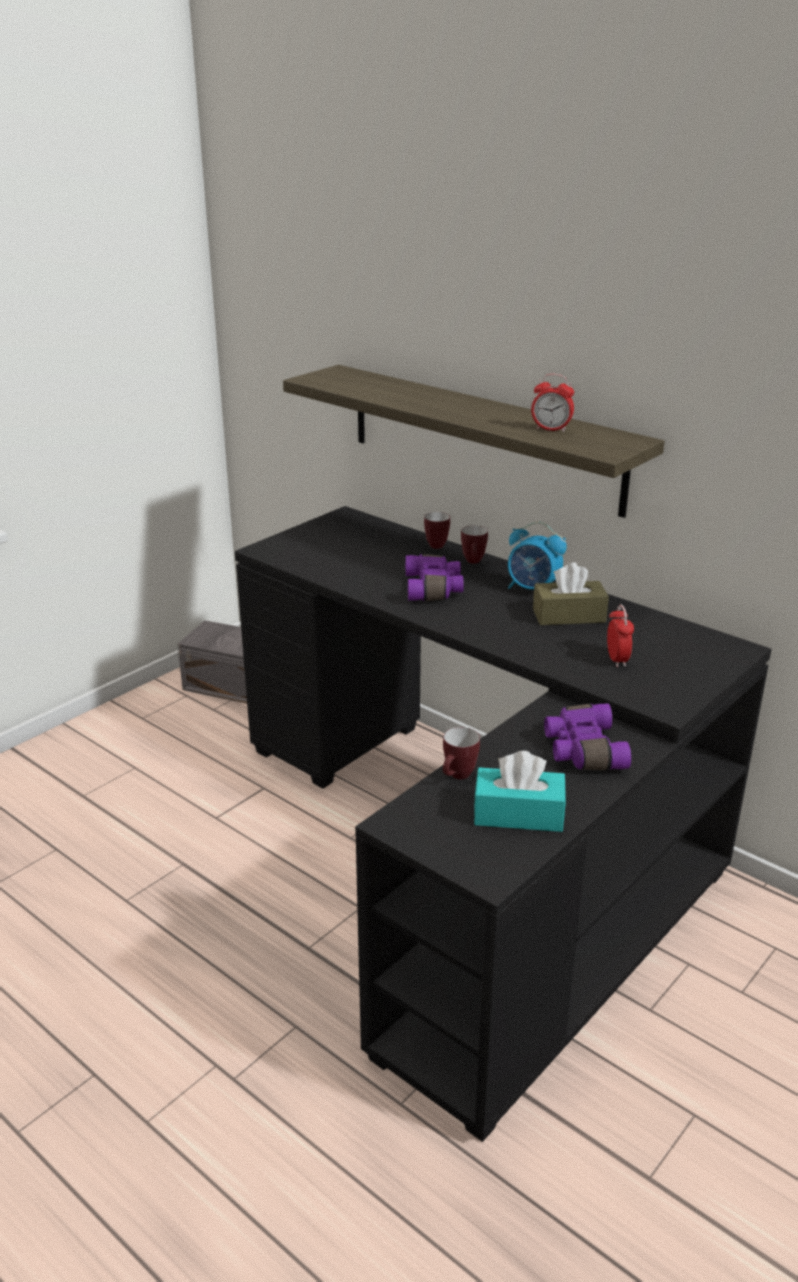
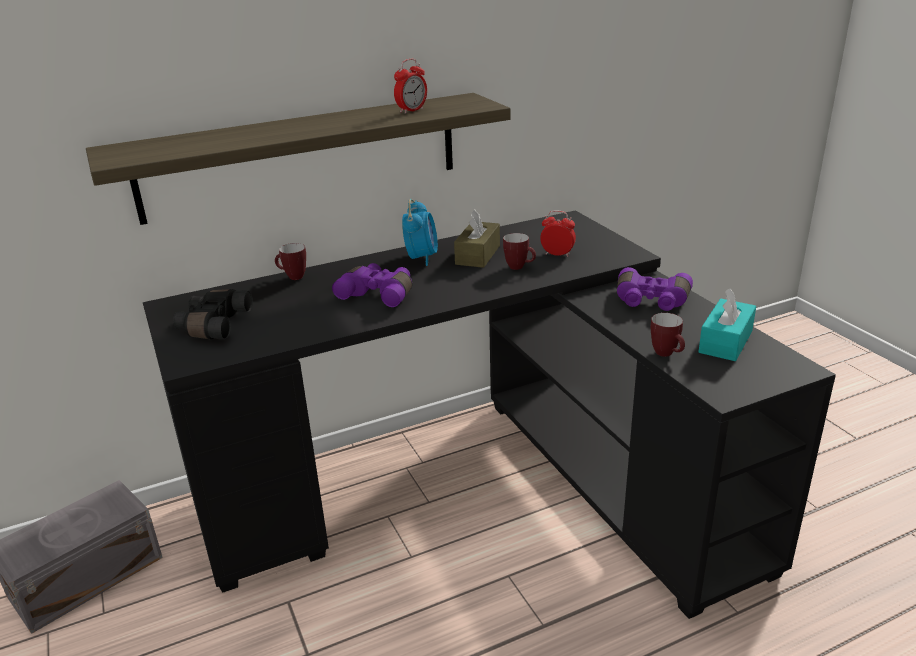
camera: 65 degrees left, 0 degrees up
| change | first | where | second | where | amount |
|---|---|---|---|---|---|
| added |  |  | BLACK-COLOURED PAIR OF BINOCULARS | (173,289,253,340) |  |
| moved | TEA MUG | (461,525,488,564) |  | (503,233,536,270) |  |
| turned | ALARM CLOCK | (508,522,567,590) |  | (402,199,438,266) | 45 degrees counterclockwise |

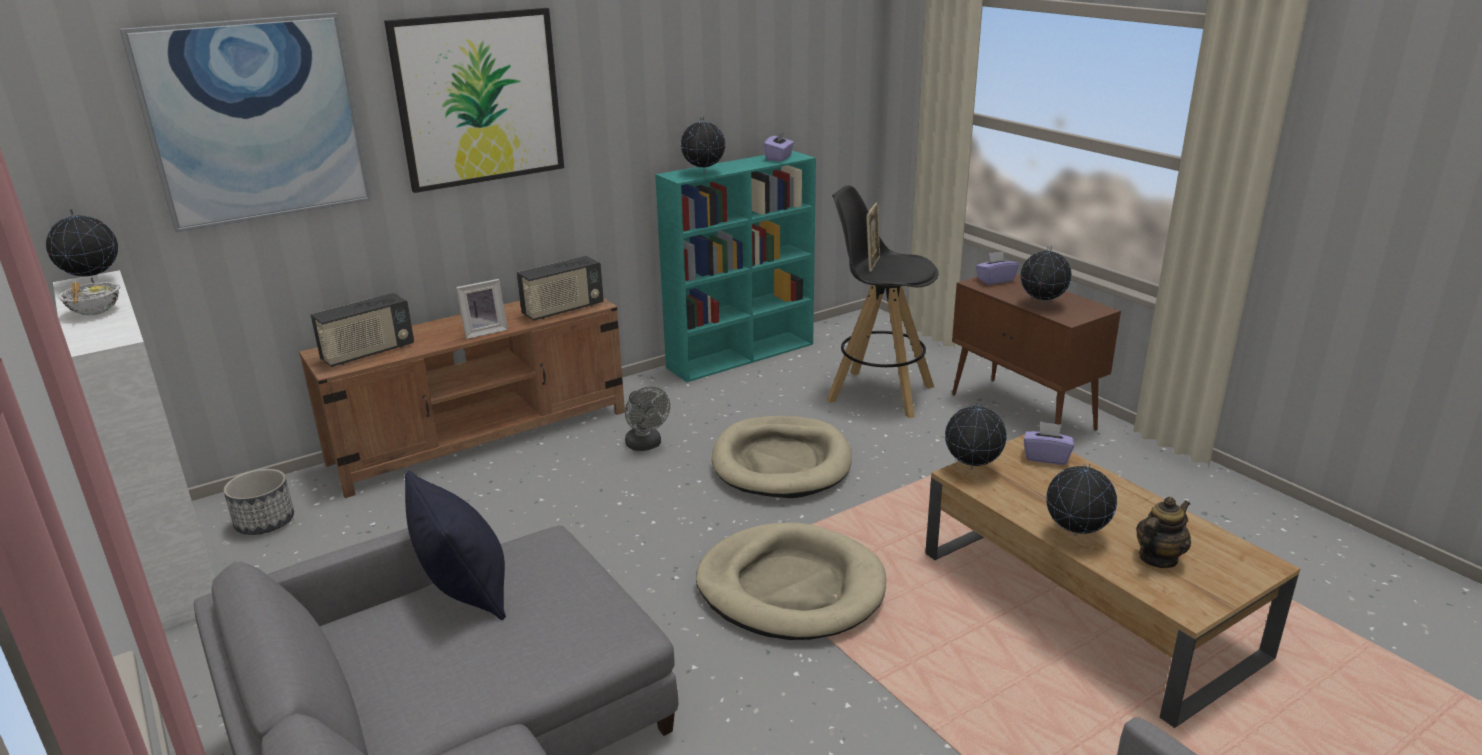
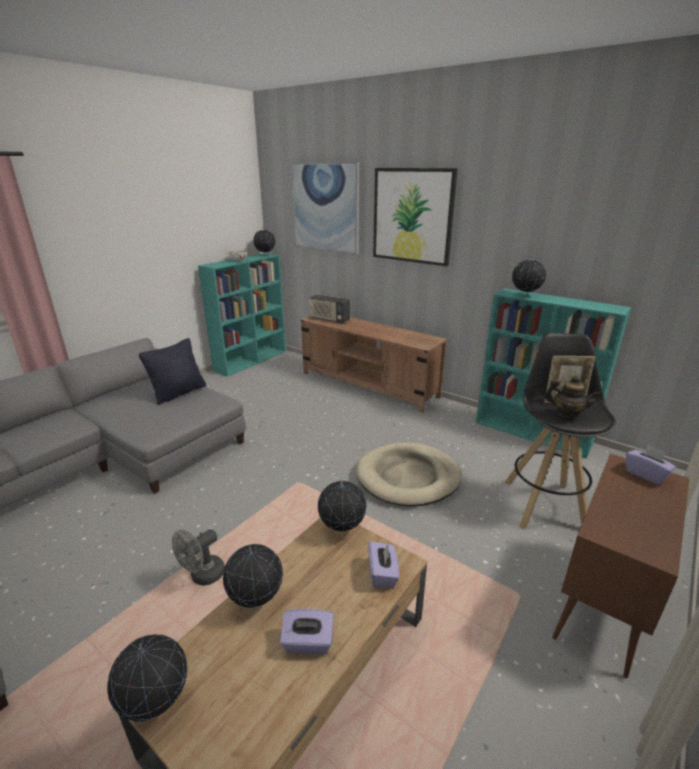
camera: 70 degrees right, 0 degrees up
| change | first | where | second | where | amount |
|---|---|---|---|---|---|
| removed | PLANT POT | (223,469,294,535) |  |  |  |
| removed | STANDING FRAME | (456,279,508,339) |  |  |  |
| removed | RADIO | (517,256,604,321) |  |  |  |
| removed | BEIGE PET BED | (696,523,886,640) |  |  |  |
| moved | GREY FAN | (625,386,670,451) |  | (172,529,225,586) |  |
| moved | PURPLISH BOX OF TISSUES | (764,130,794,161) |  | (280,609,334,654) |  |
| moved | DESK GLOBE | (1020,246,1072,305) |  | (107,634,187,721) |  |
| moved | TEA POT | (1136,497,1191,568) |  | (544,376,600,420) |  |
| recoloured | WHITISH BOOKCASE | (53,270,215,629) | TURQUOISE-COLOURED BOOKCASE | (198,253,286,377) |  |

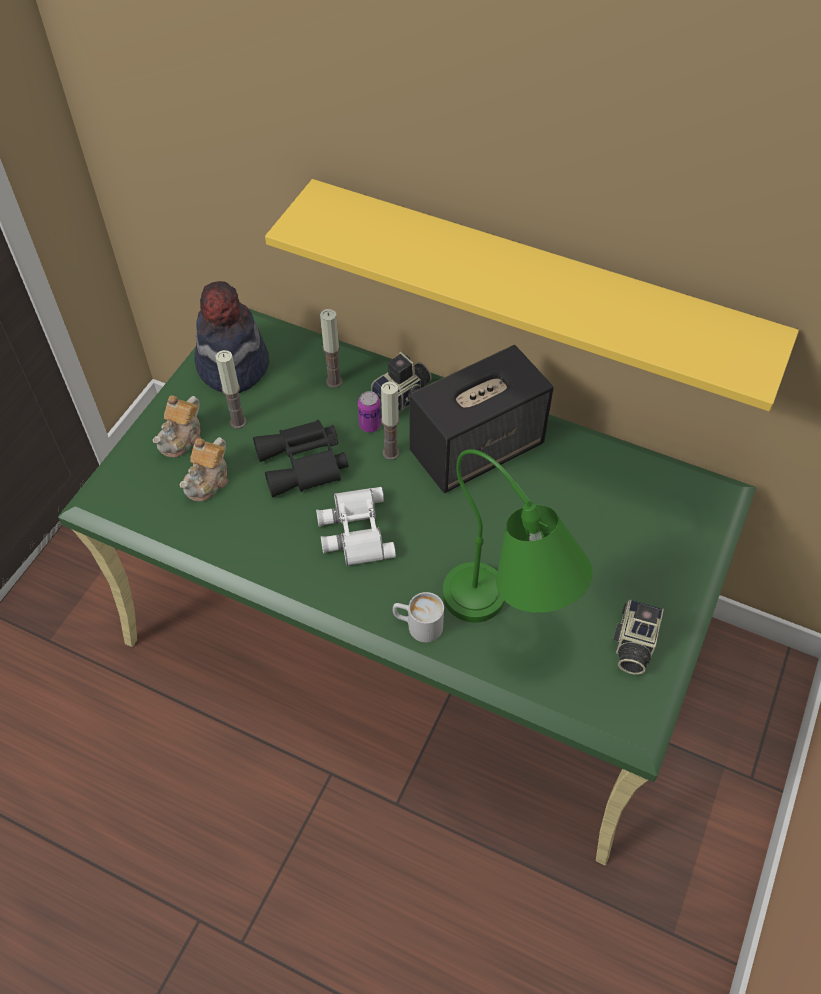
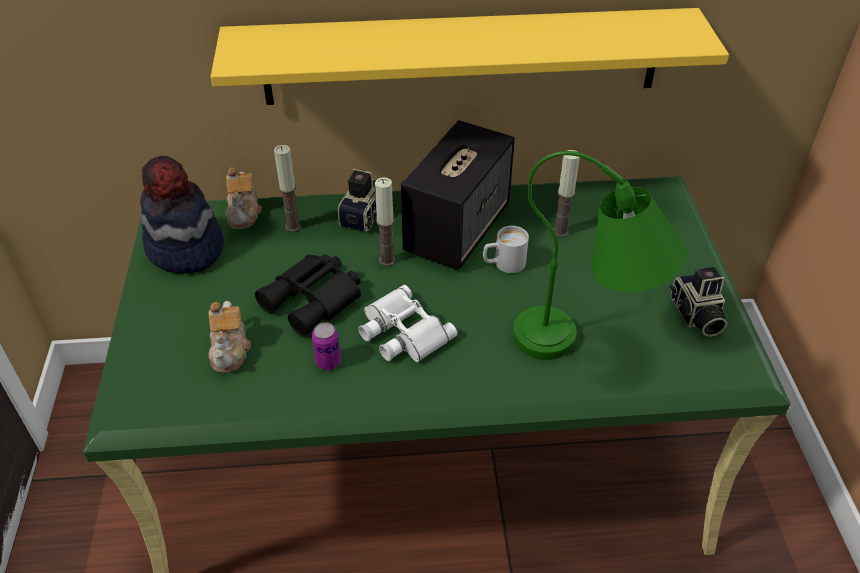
camera: 30 degrees left, 10 degrees down
| change | first | where | second | where | amount |
|---|---|---|---|---|---|
| moved | TEA POT | (153,395,201,458) |  | (226,167,262,229) |  |
| moved | WAX CANDLE | (216,350,247,429) |  | (553,150,580,237) |  |
| moved | METAL CAN | (358,391,381,432) |  | (312,322,341,370) |  |
| moved | WHITISH TEA MUG | (393,592,444,642) |  | (483,226,529,273) |  |

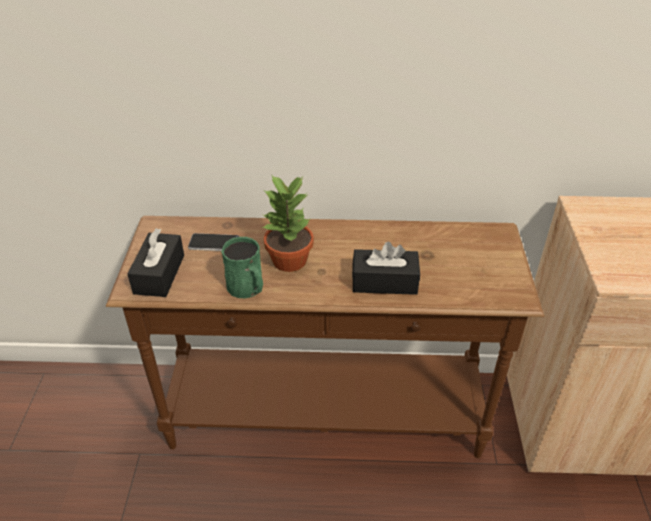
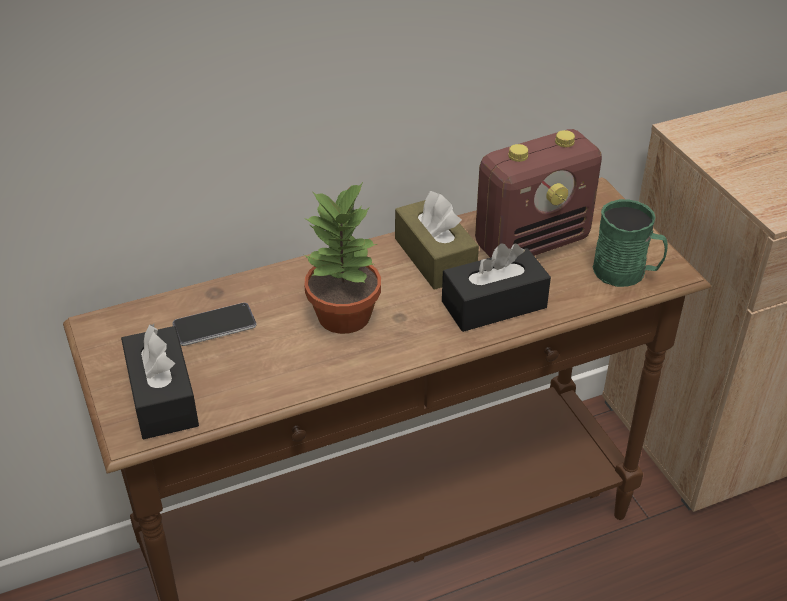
camera: 25 degrees left, 0 degrees up
| change | first | where | second | where | amount |
|---|---|---|---|---|---|
| added |  |  | BROWN-COLOURED BOX OF TISSUES | (395,191,479,290) |  |
| added |  |  | RADIO | (475,129,602,258) |  |
| moved | GREEN-COLOURED TEA MUG | (221,237,263,298) |  | (593,199,668,287) |  |

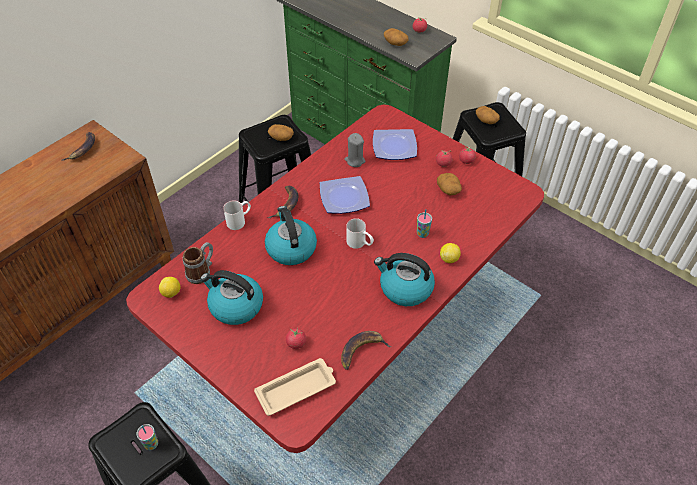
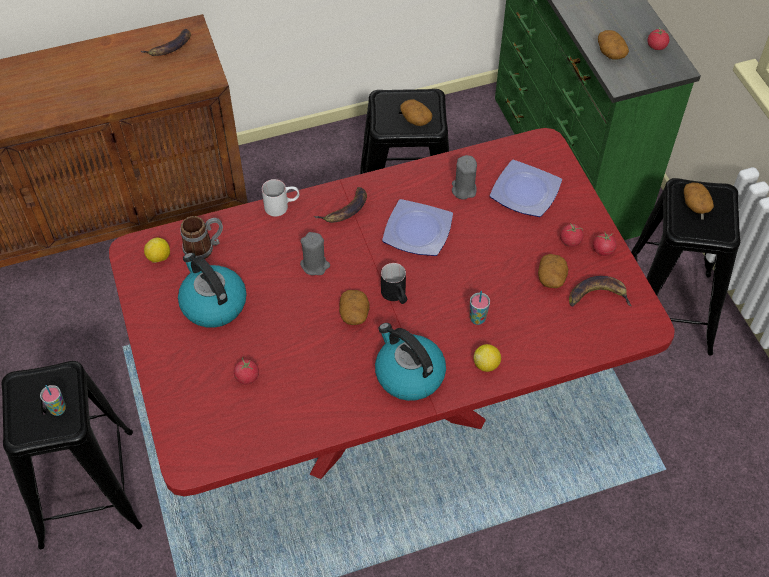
camera: 30 degrees right, 5 degrees up
| change | first | where | second | where | amount |
|---|---|---|---|---|---|
| removed | BEIGE CARRYING TRAY | (254,358,336,416) |  |  |  |
| added |  |  | POTATO | (339,290,370,325) |  |
| moved | BANANA | (341,331,391,370) |  | (569,276,631,306) |  |
| replaced | TEA KETTLE | (265,206,317,265) | GREY WAX CANDLE | (300,232,330,275) |  |
| recoloured | WHITISH TEA MUG | (346,218,374,249) | BLACK-COLOURED TEA MUG | (381,263,407,304) |  |

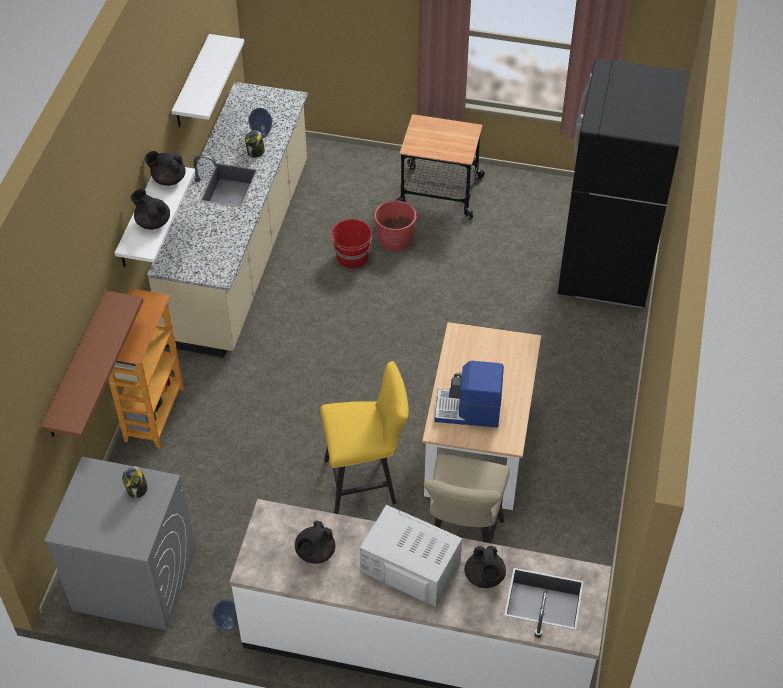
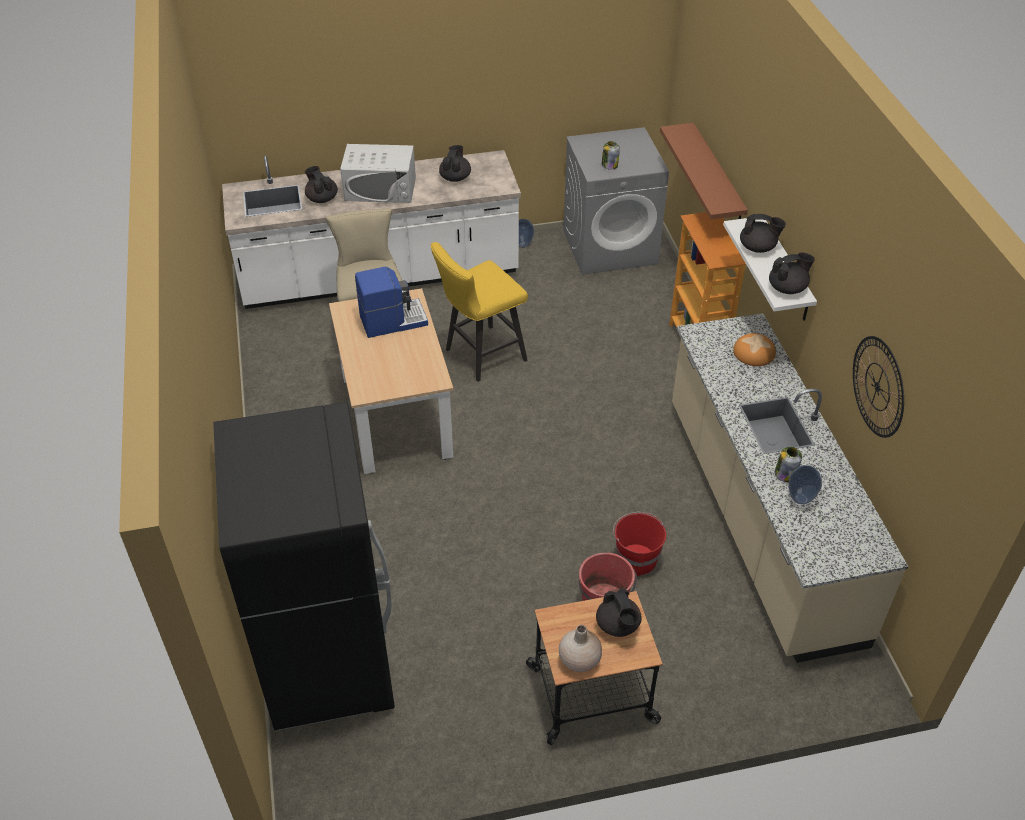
camera: 155 degrees right, 5 degrees down
| change | first | where | second | where | amount |
|---|---|---|---|---|---|
| added |  |  | BEIGE VASE | (559,625,602,672) |  |
| added |  |  | BLACK-COLOURED TEA POT | (596,589,642,637) |  |
| added |  |  | BREAD | (733,333,776,366) |  |
| replaced | WHITISH SHELF | (172,34,244,127) | WALL CLOCK | (853,336,904,438) |  |

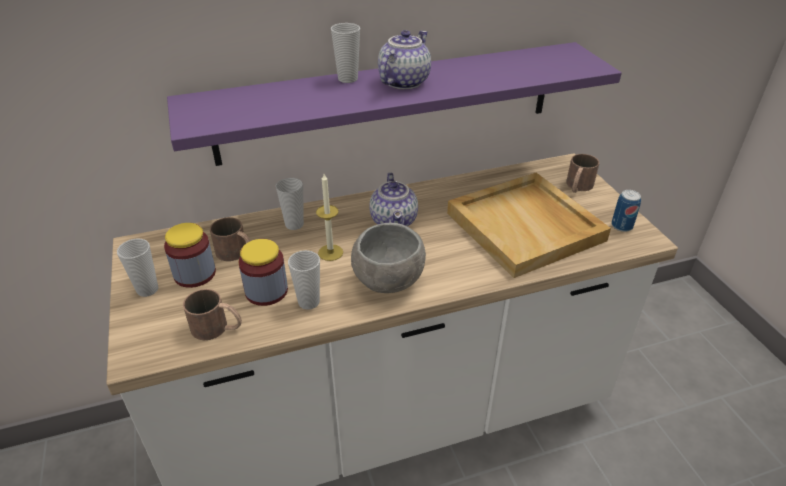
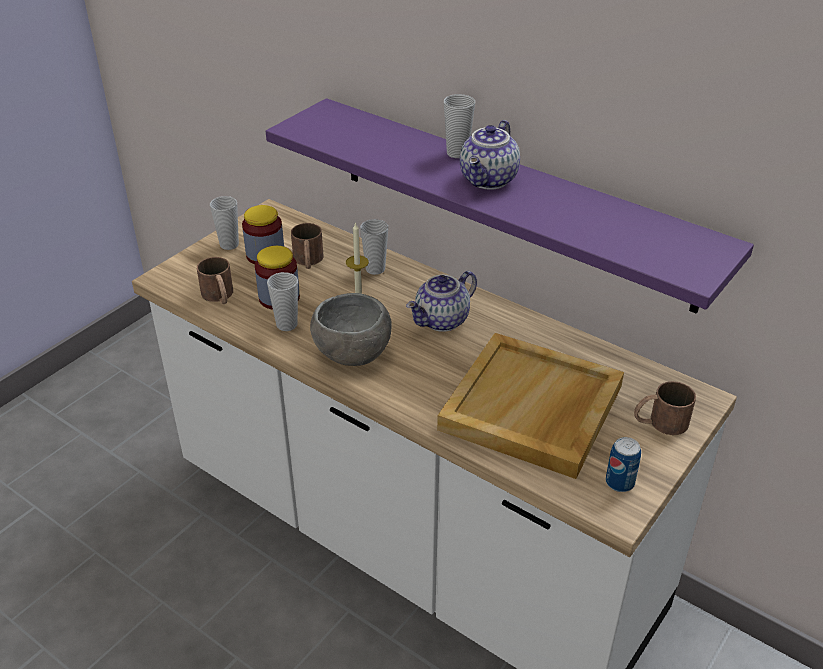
camera: 55 degrees right, 0 degrees up
| change | first | where | second | where | amount |
|---|---|---|---|---|---|
| turned | TEA POT | (378,30,431,89) |  | (460,120,520,190) | 120 degrees clockwise |

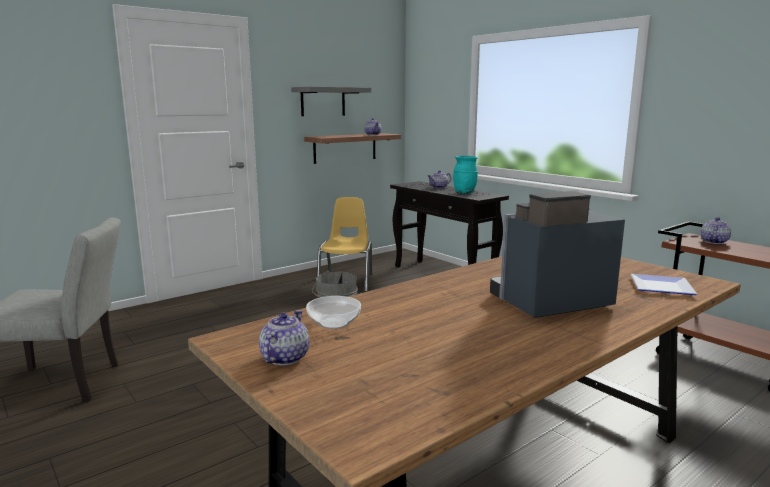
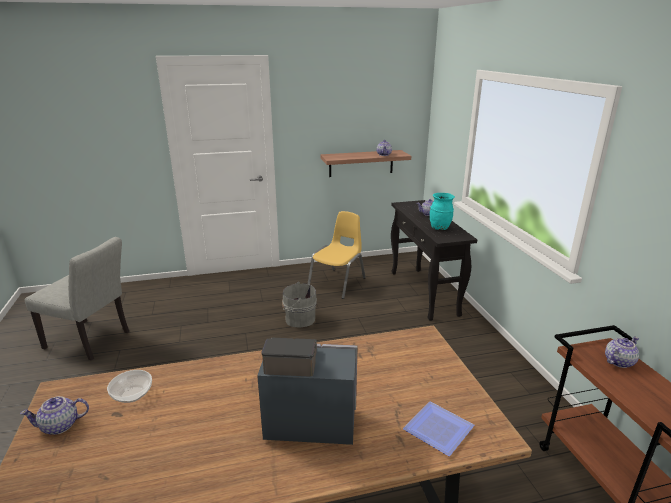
camera: 25 degrees right, 10 degrees up
| change | first | where | second | where | amount |
|---|---|---|---|---|---|
| removed | GREY SHELF | (291,87,371,116) |  |  |  |
| turned | TEA POT | (259,310,309,365) |  | (20,396,89,435) | 150 degrees counterclockwise |

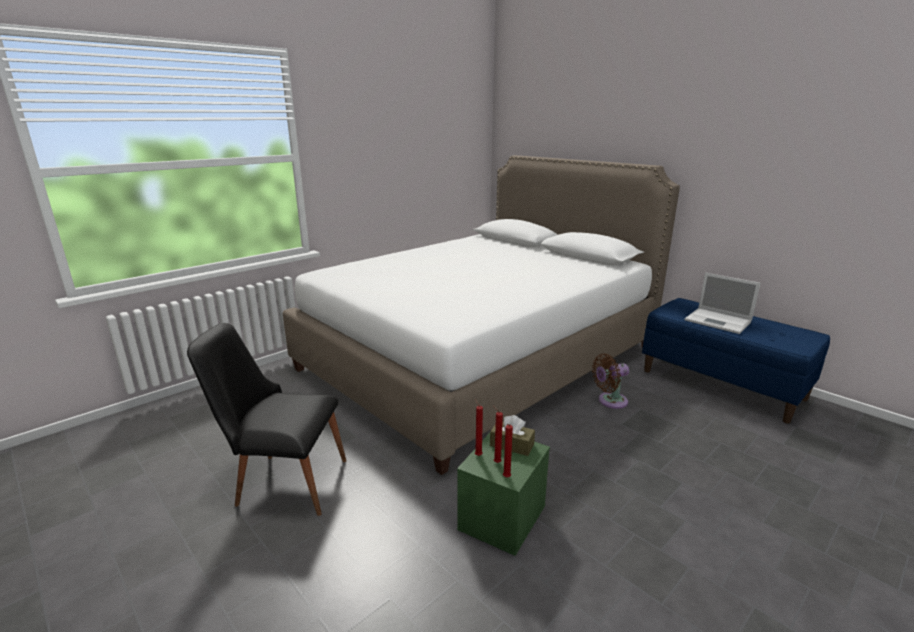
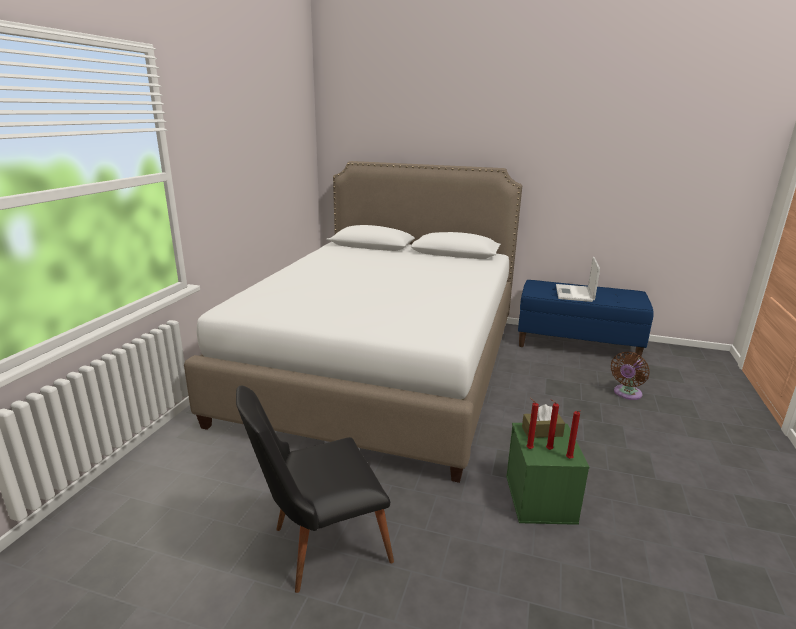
camera: 30 degrees left, 0 degrees up
| change | first | where | second | where | amount |
|---|---|---|---|---|---|
| moved | BROWN-COLOURED FAN | (592,354,629,409) |  | (611,352,649,400) |  |
| turned | NOTEBOOK COMPUTER | (685,272,761,334) |  | (556,257,600,302) | 90 degrees clockwise |

